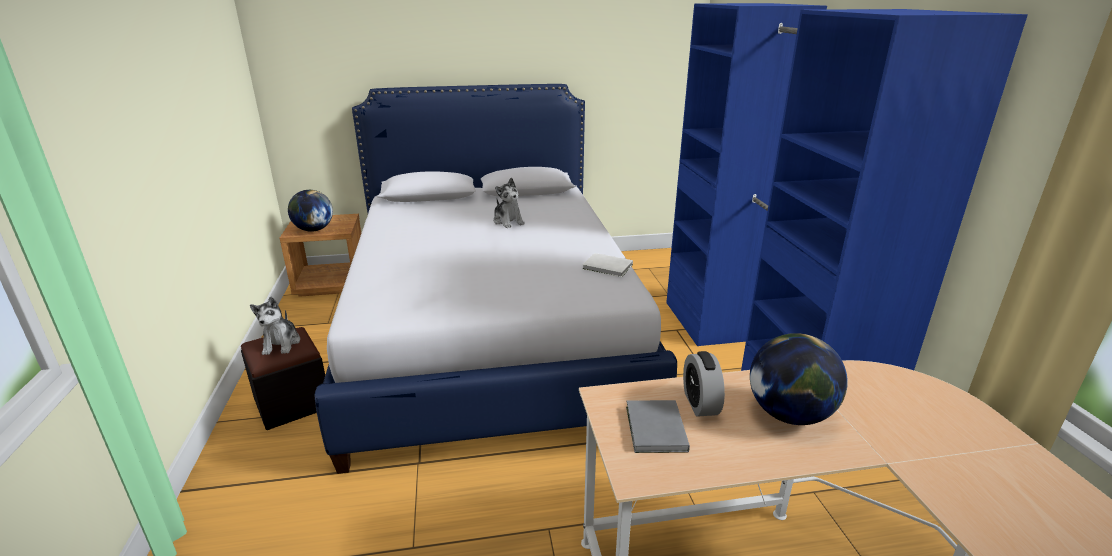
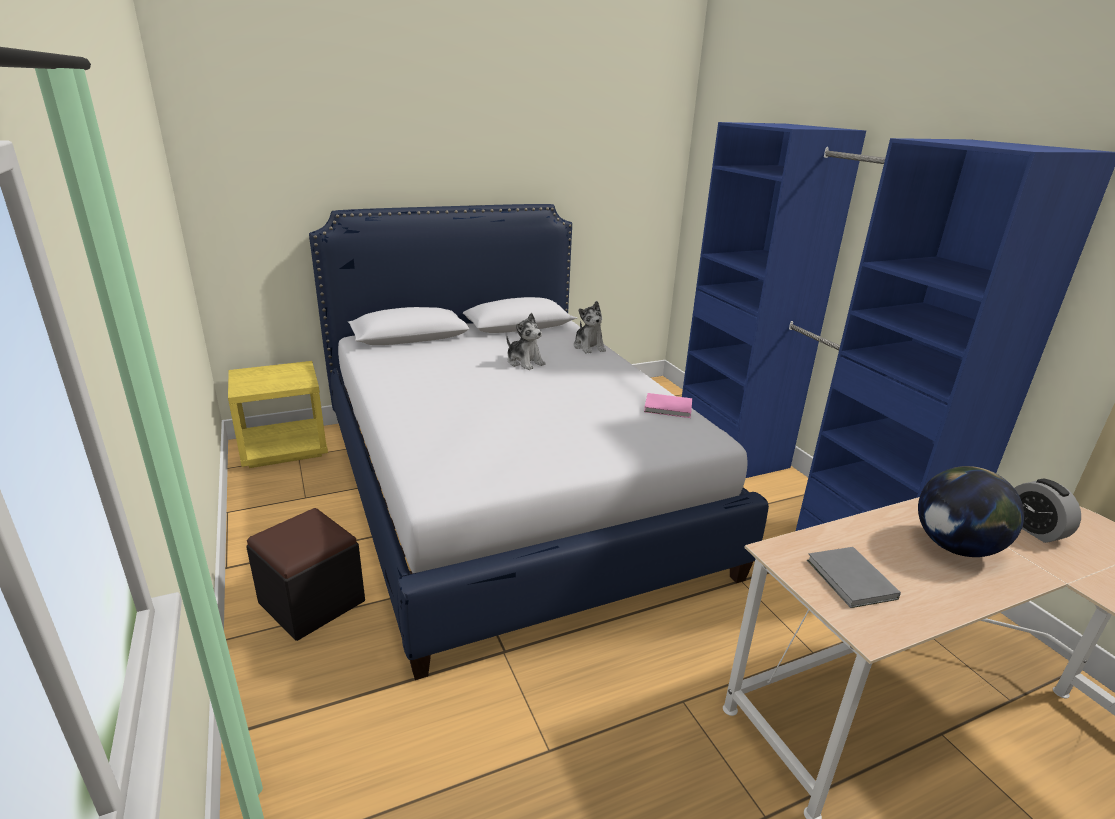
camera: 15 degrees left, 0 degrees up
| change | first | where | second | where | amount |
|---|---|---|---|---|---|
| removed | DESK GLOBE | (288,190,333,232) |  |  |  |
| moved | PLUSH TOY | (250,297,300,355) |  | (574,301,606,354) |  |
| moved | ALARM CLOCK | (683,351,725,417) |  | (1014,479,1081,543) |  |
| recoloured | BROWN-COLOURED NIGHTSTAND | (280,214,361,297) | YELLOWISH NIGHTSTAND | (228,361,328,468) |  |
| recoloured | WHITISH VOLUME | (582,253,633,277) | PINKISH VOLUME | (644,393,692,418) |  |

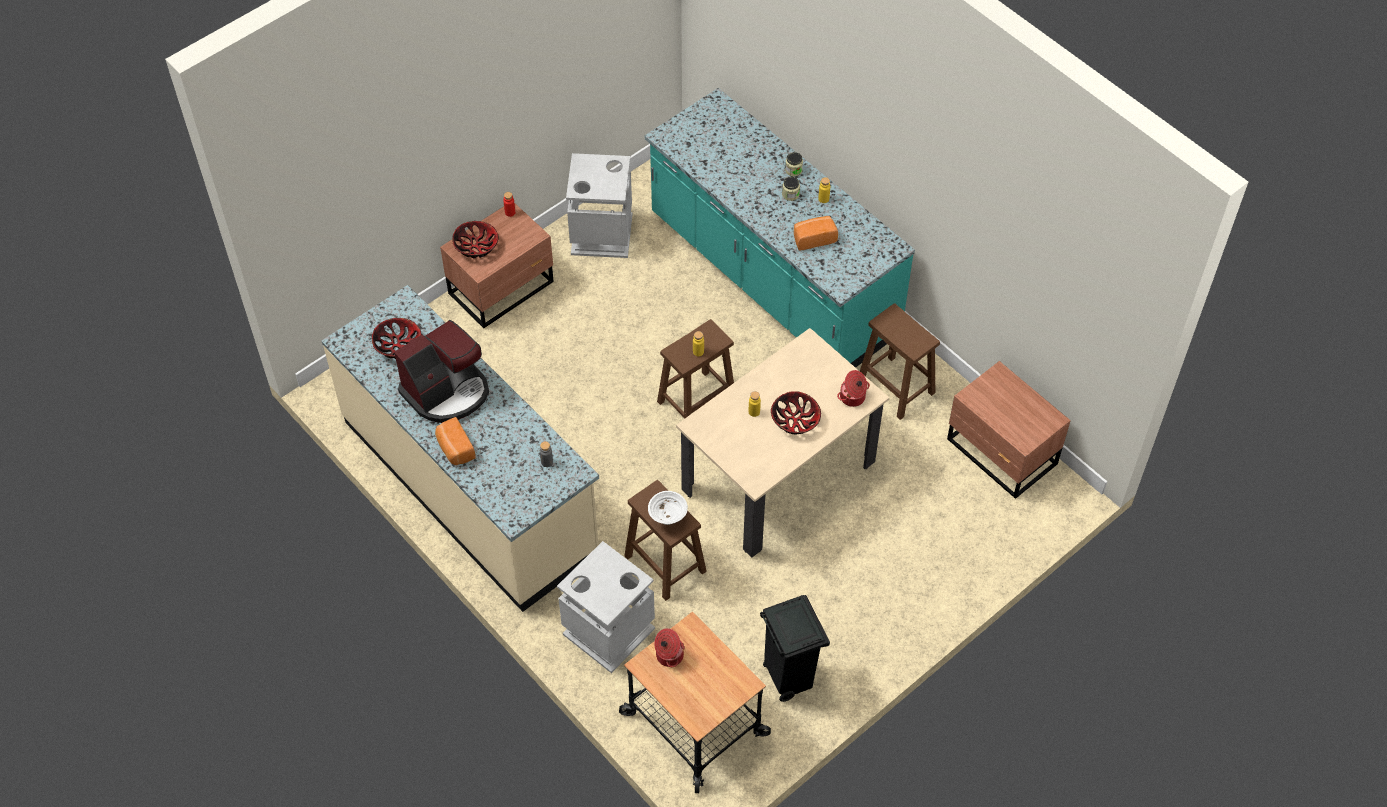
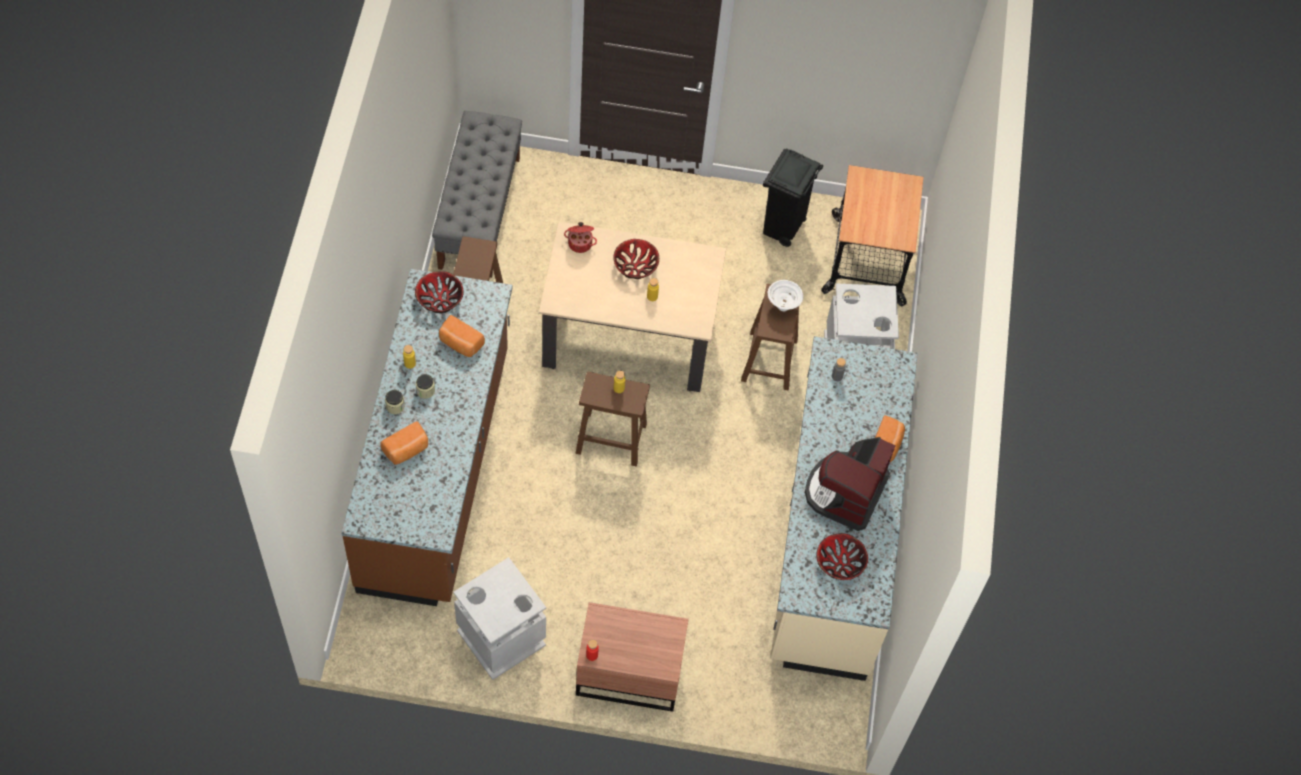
camera: 135 degrees left, 5 degrees up
| change | first | where | second | where | amount |
|---|---|---|---|---|---|
| removed | STOCKPOT | (654,628,685,667) |  |  |  |
| added |  |  | BREAD | (381,421,428,465) |  |
| moved | SERVING BOWL | (452,221,498,258) |  | (415,271,464,313) |  |
| replaced | BROWN-COLOURED NIGHTSTAND | (947,361,1071,499) | GREY LONG SEAT | (432,111,522,278) |  |
| recoloured | TURQUOISE-COLOURED KITCHEN BASE UNIT | (645,88,915,368) | BROWN-COLOURED KITCHEN BASE UNIT | (341,269,513,606) |  |
| turned | COFFEE MAKER | (394,320,489,423) |  | (805,437,896,531) | 75 degrees counterclockwise |

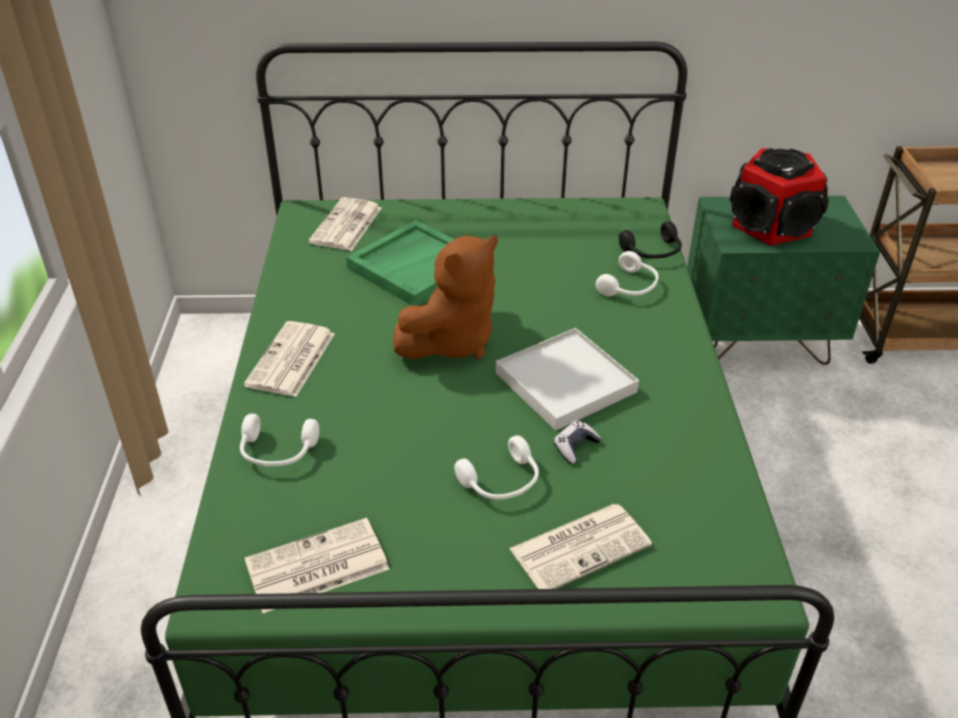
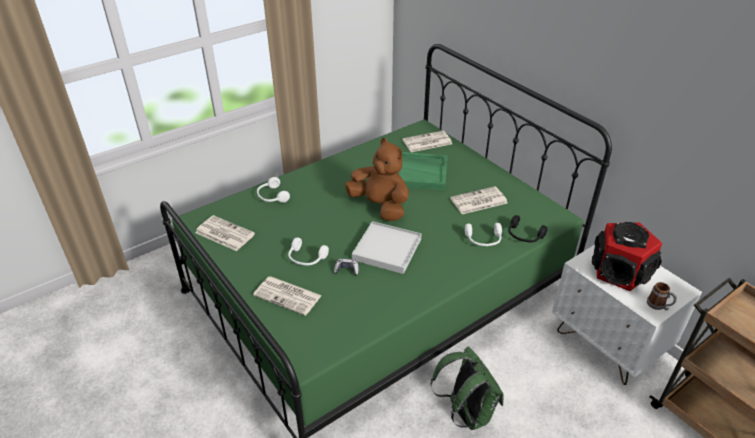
camera: 55 degrees right, 0 degrees up
| change | first | where | second | where | amount |
|---|---|---|---|---|---|
| added |  |  | GREEN-COLOURED RUCKSACK | (430,346,504,430) |  |
| added |  |  | TEA MUG | (647,282,677,310) |  |
| moved | DAILY PAPER | (244,321,335,397) |  | (450,186,507,214) |  |
| recoloured | GREEN-COLOURED NIGHTSTAND | (687,196,880,365) | WHITISH NIGHTSTAND | (552,245,702,385) |  |
| turned | BROWN-COLOURED PLUSH TOY | (393,235,498,359) |  | (345,138,409,221) | 150 degrees counterclockwise |

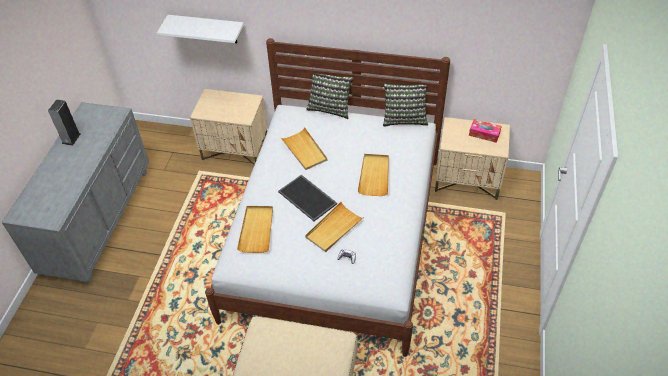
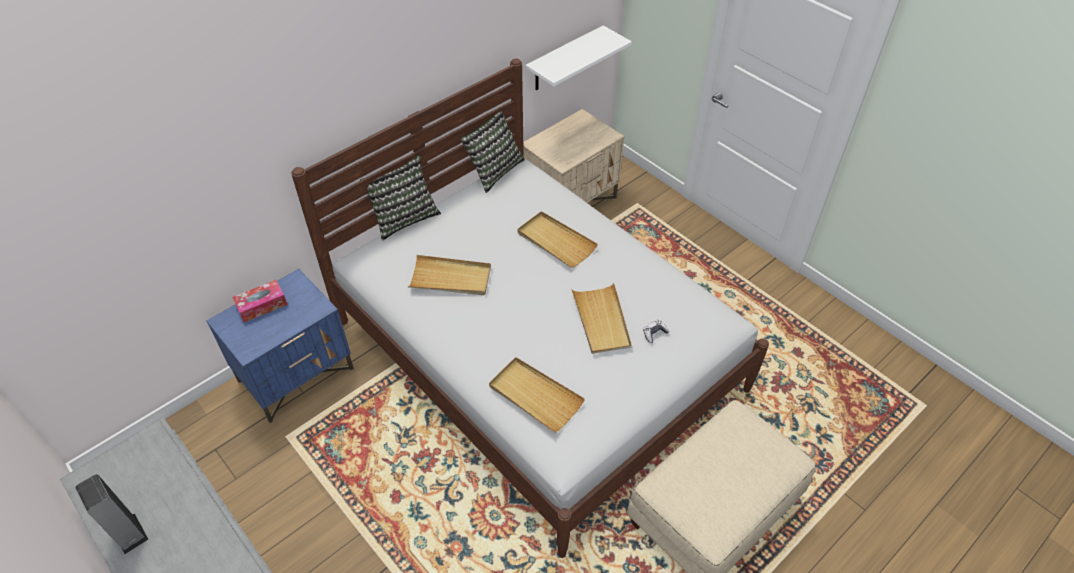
camera: 55 degrees left, 0 degrees up
| change | first | where | second | where | amount |
|---|---|---|---|---|---|
| removed | CARRYING TRAY | (278,175,337,221) |  |  |  |
| moved | WHITISH SHELF | (157,15,244,43) |  | (525,25,632,90) |  |
| moved | BOX OF TISSUES | (469,119,502,143) |  | (232,280,287,322) |  |
| recoloured | BEIGE NIGHTSTAND | (190,89,267,165) | BLUE NIGHTSTAND | (207,269,354,423) |  |

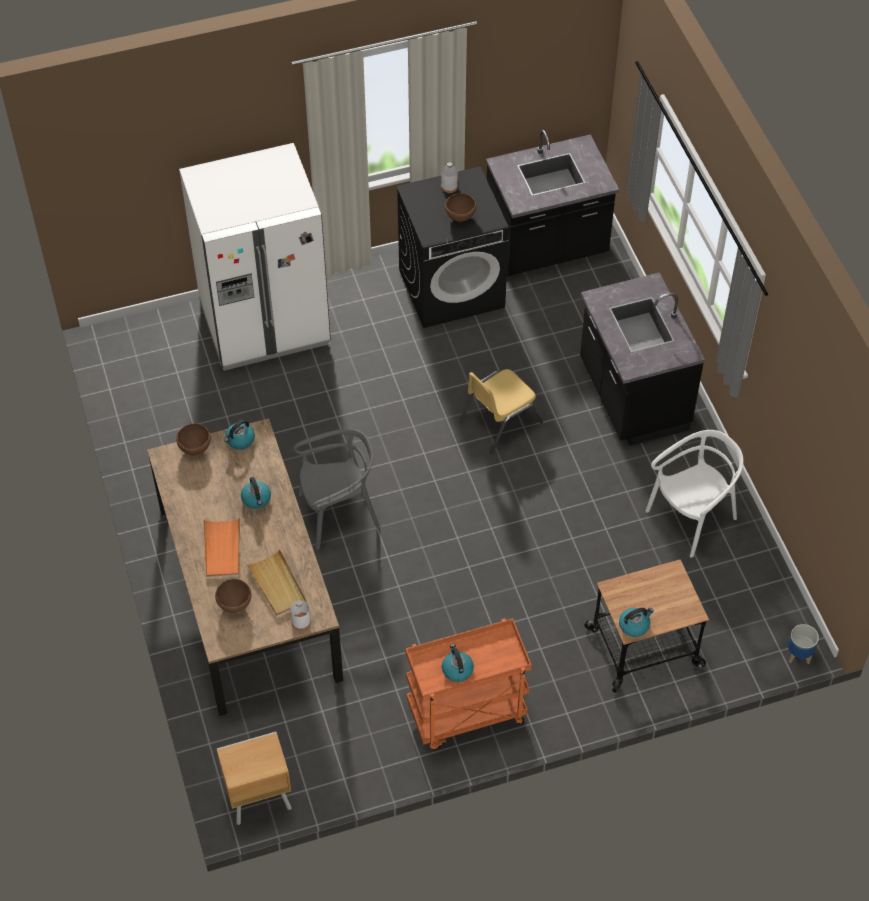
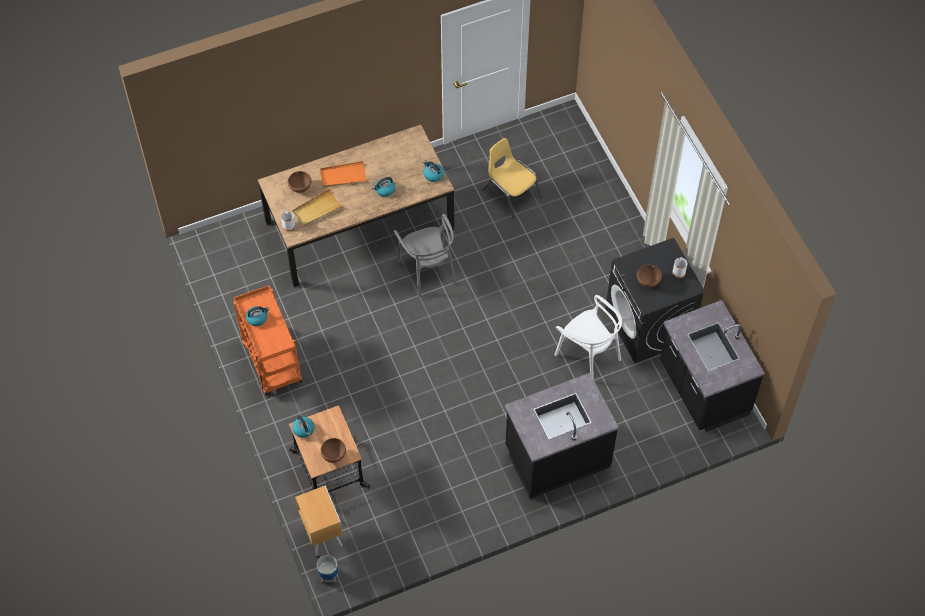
camera: 85 degrees right, 5 degrees up
| change | first | where | second | where | amount |
|---|---|---|---|---|---|
| removed | WHITISH REFRIGERATOR | (179,143,331,371) |  |  |  |
| moved | BROWN-COLOURED SERVING BOWL | (176,423,211,455) |  | (320,438,346,463) |  |
| moved | BROWN-COLOURED NIGHTSTAND | (217,732,292,825) |  | (295,485,343,556) |  |
| moved | YELLOWISH UPRIGHT CHAIR | (460,369,543,454) |  | (483,138,542,219) |  |
| moved | WHITISH UPRIGHT CHAIR | (646,430,744,558) |  | (554,295,622,379) |  |

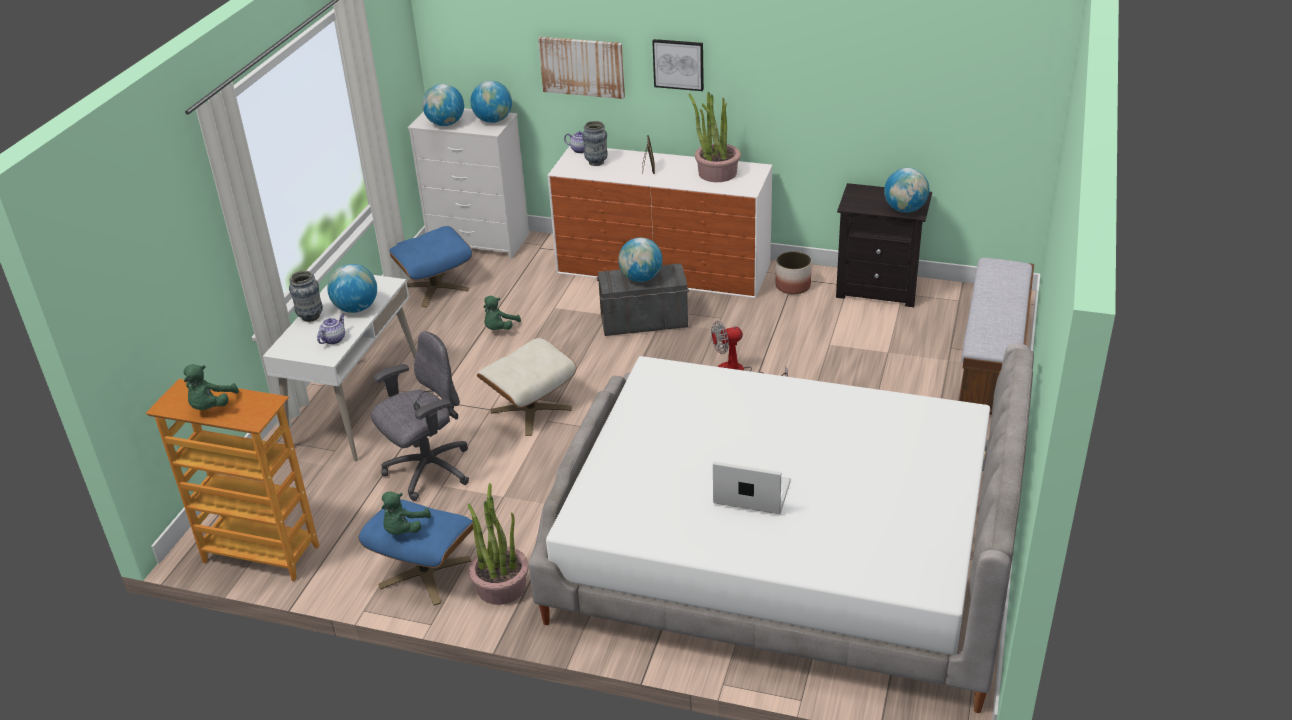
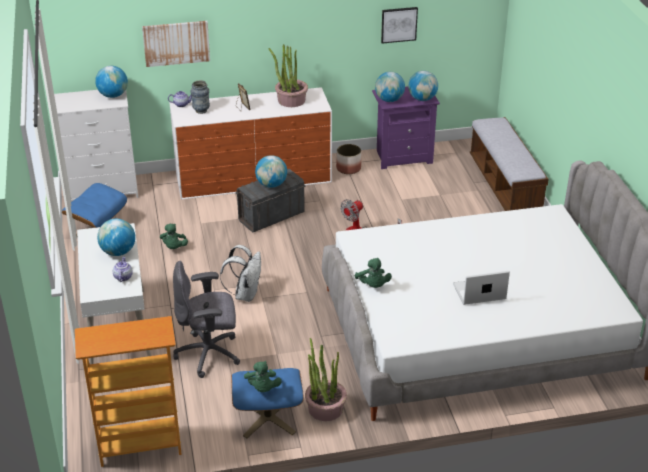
camera: 30 degrees left, 0 degrees up
| change | first | where | second | where | amount |
|---|---|---|---|---|---|
| removed | VASE | (289,270,323,322) |  |  |  |
| moved | GREEN-COLOURED PLUSH TOY | (184,364,239,410) |  | (354,258,392,288) |  |
| moved | DESK GLOBE | (422,84,464,126) |  | (375,72,405,102) |  |
| moved | WALL ART | (652,39,704,91) |  | (381,7,418,44) |  |
| replaced | BEIGE OTTOMAN | (477,338,577,436) | WHITISH RUCKSACK | (220,245,261,302) |  |
| recoloured | BLACK-COLOURED NIGHTSTAND | (836,183,932,307) | PURPLISH NIGHTSTAND | (372,87,440,169) |  |
| turned | GREY DESK CHAIR | (371,331,469,501) |  | (173,261,240,378) | 120 degrees counterclockwise |

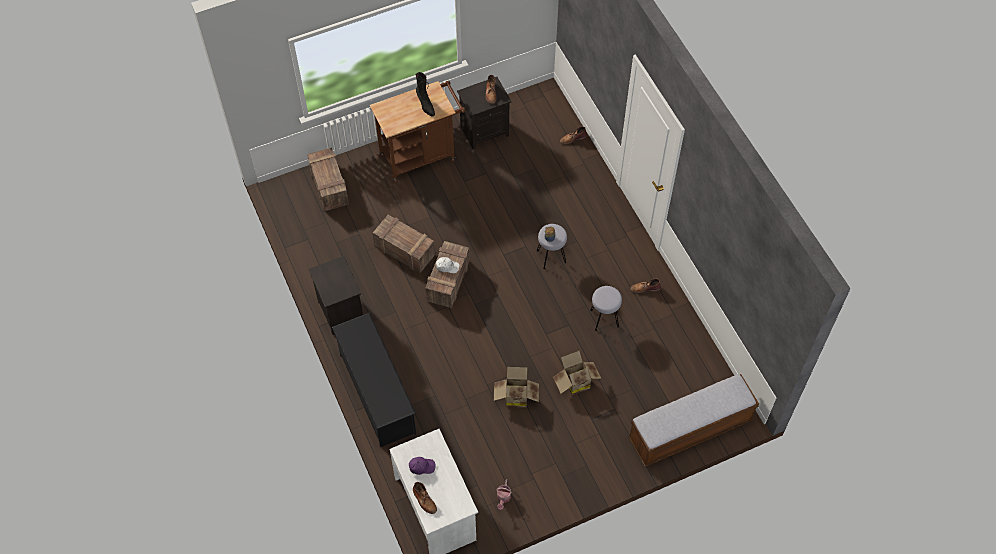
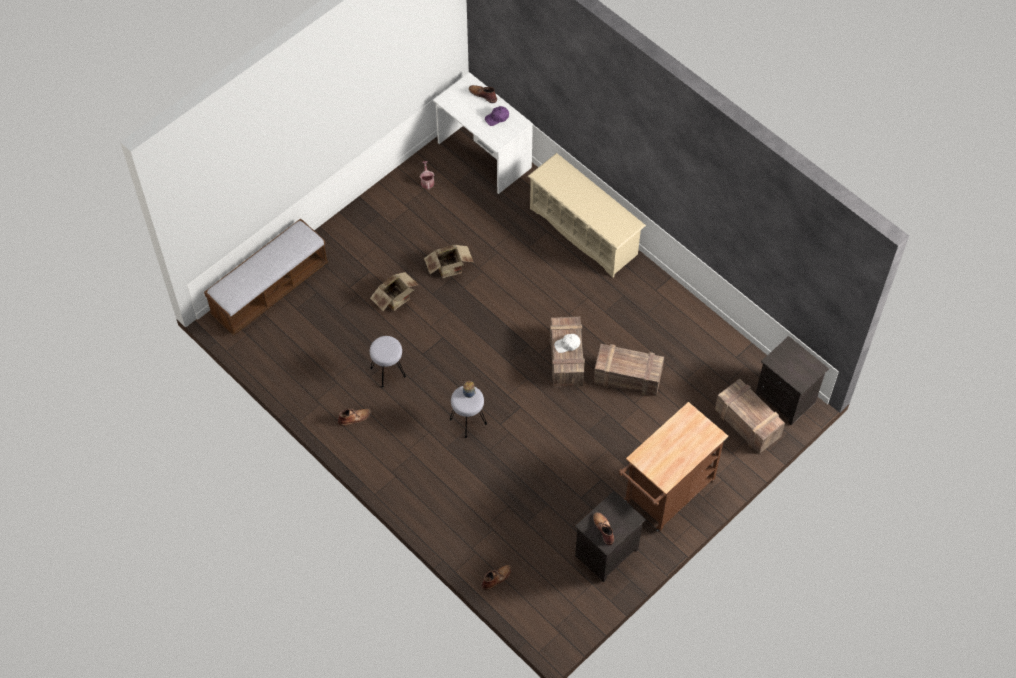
camera: 160 degrees right, 0 degrees up
| change | first | where | second | where | amount |
|---|---|---|---|---|---|
| removed | BLACK-COLOURED BOOT | (416,72,435,117) |  |  |  |
| moved | BLACK-COLOURED NIGHTSTAND | (308,256,363,335) |  | (755,336,829,425) |  |
| recoloured | BLACK-COLOURED SHOE STAND | (332,313,416,447) | BEIGE SHOE STAND | (528,153,646,278) |  |

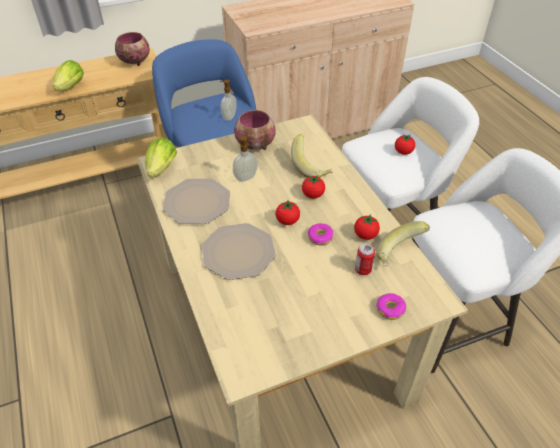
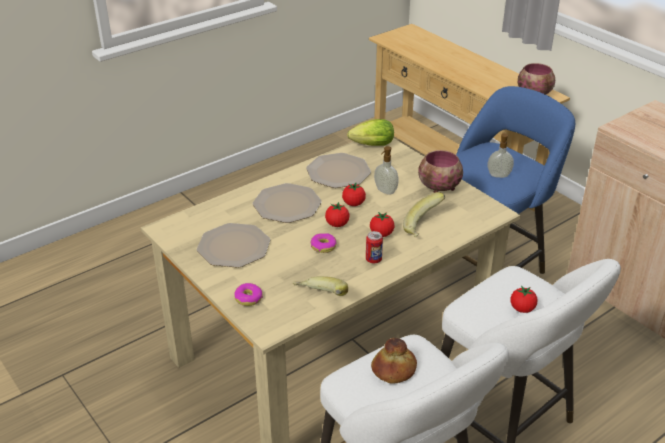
camera: 75 degrees right, 10 degrees down
| change | first | where | second | where | amount |
|---|---|---|---|---|---|
| removed | LETTUCE HEAD | (53,60,84,91) |  |  |  |
| added |  |  | FLAT DISH | (197,223,270,268) |  |
| added |  |  | BREAD | (371,338,417,384) |  |
| moved | TOMATO | (354,214,380,240) |  | (342,183,366,206) |  |
| moved | METAL CAN | (355,244,375,275) |  | (366,231,383,263) |  |

